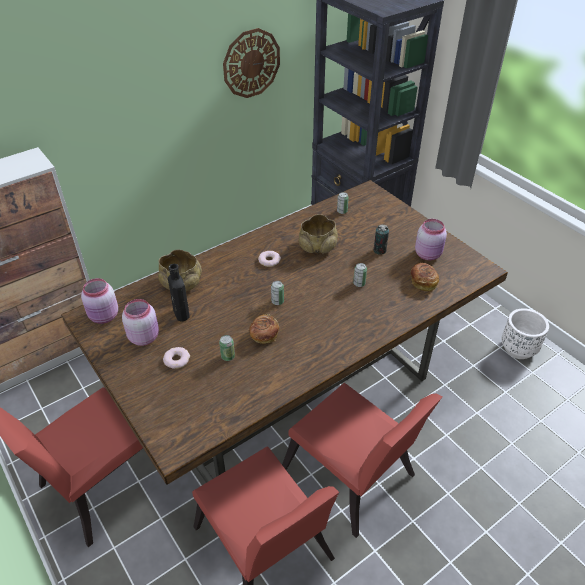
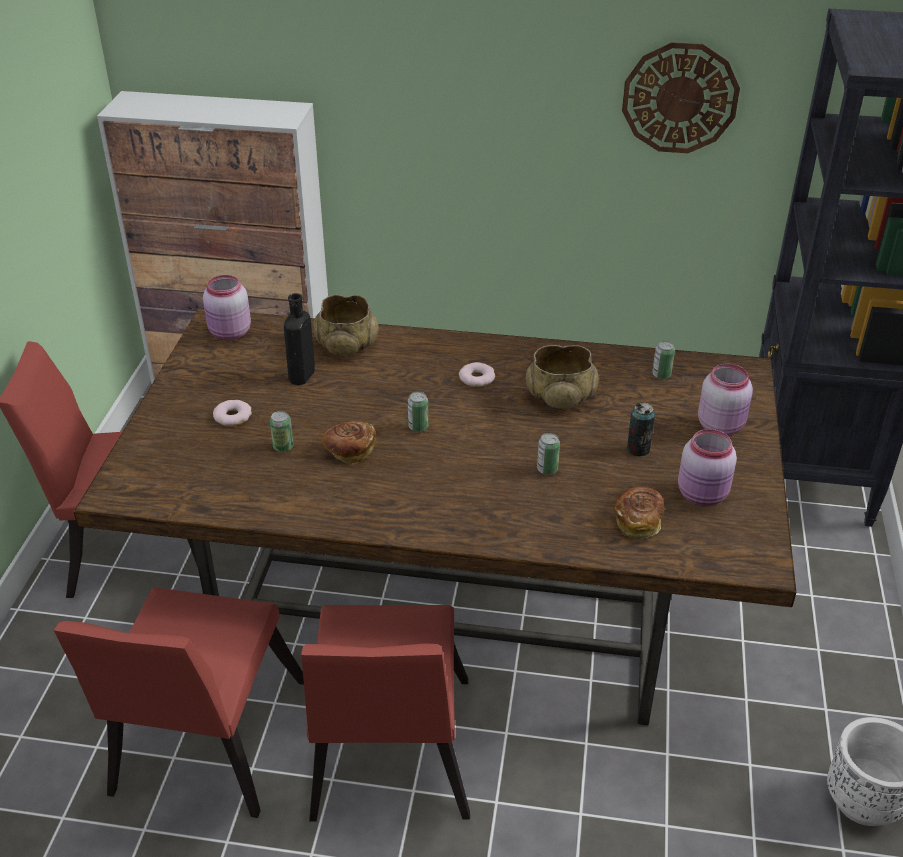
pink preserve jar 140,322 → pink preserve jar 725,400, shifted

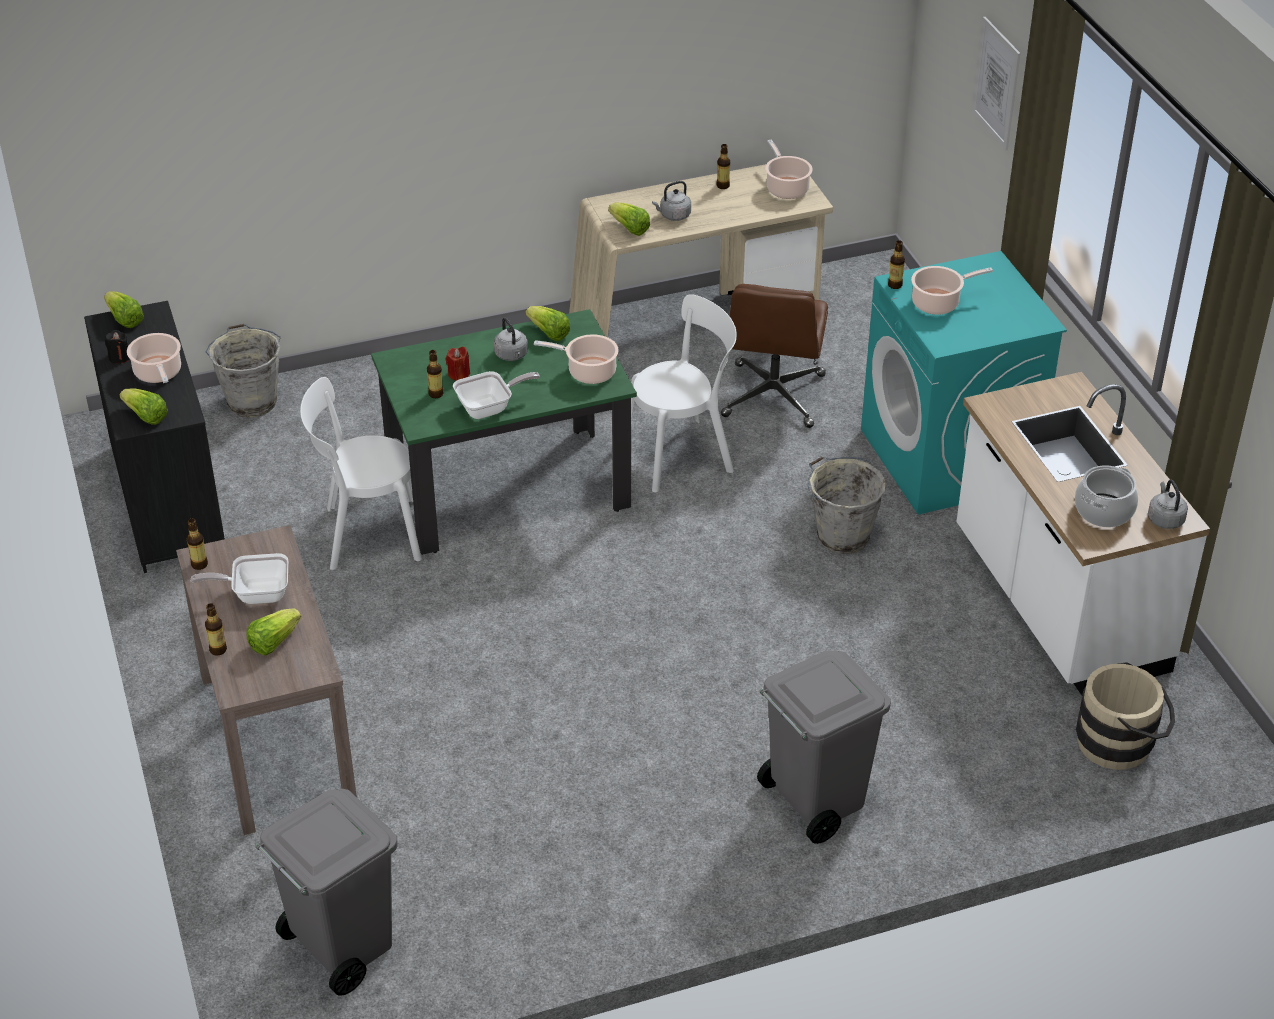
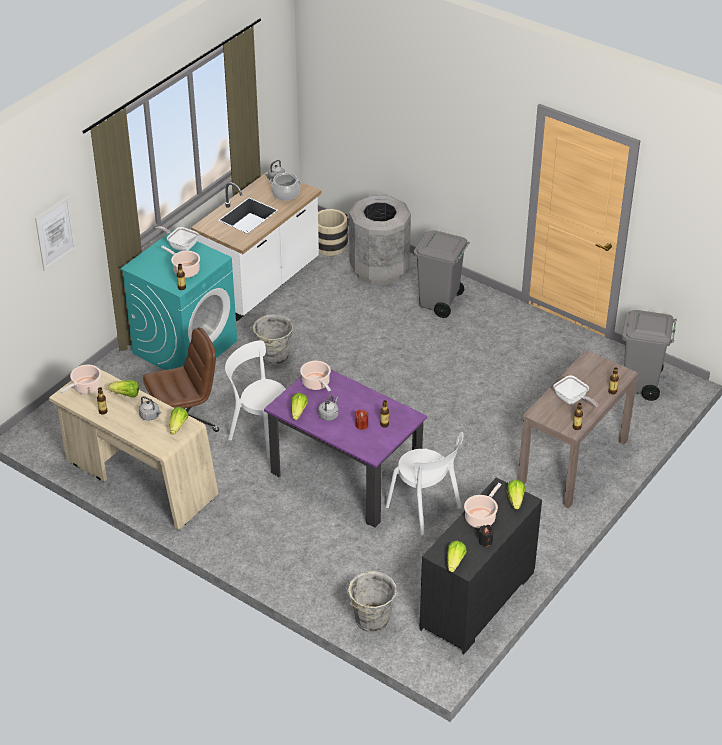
lettuce head 273,632 → lettuce head 123,388, shifted
frying pan 496,395 → frying pan 177,238, shifted
green dining table 504,432 → purplish dining table 345,449
- → greyish trash can 380,240

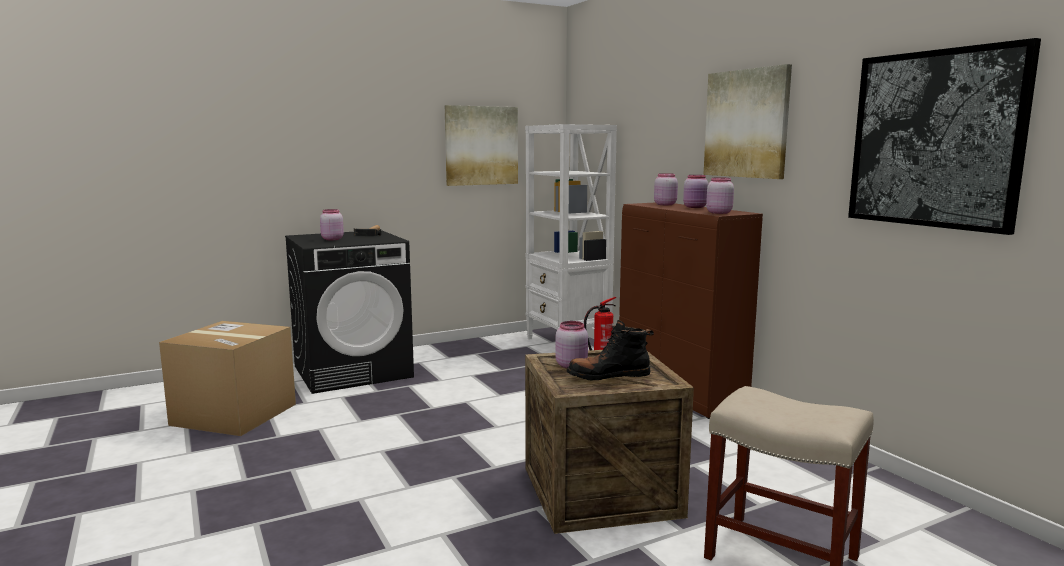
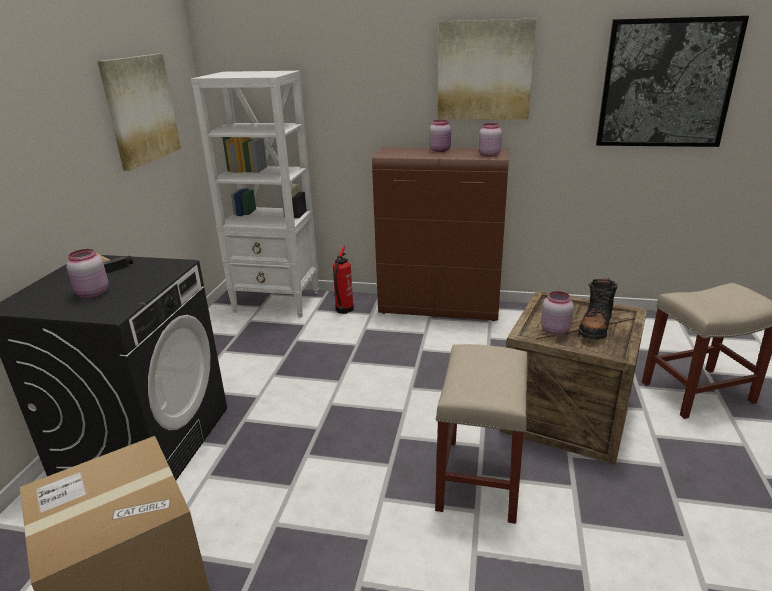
- → beige sitting stool 481,434
pink preserve jar 666,189 → -

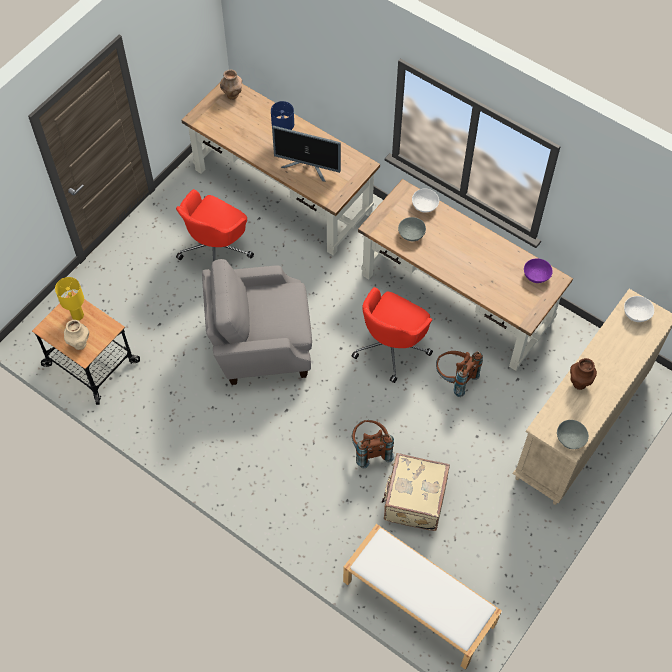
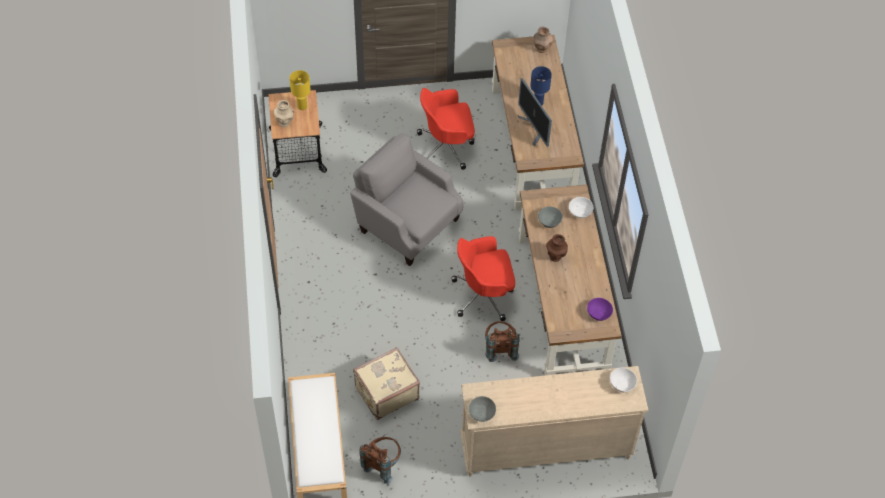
brown-coloured rucksack 373,444 → brown-coloured rucksack 380,460, shifted
brown-coloured vase 583,374 → brown-coloured vase 557,248, shifted

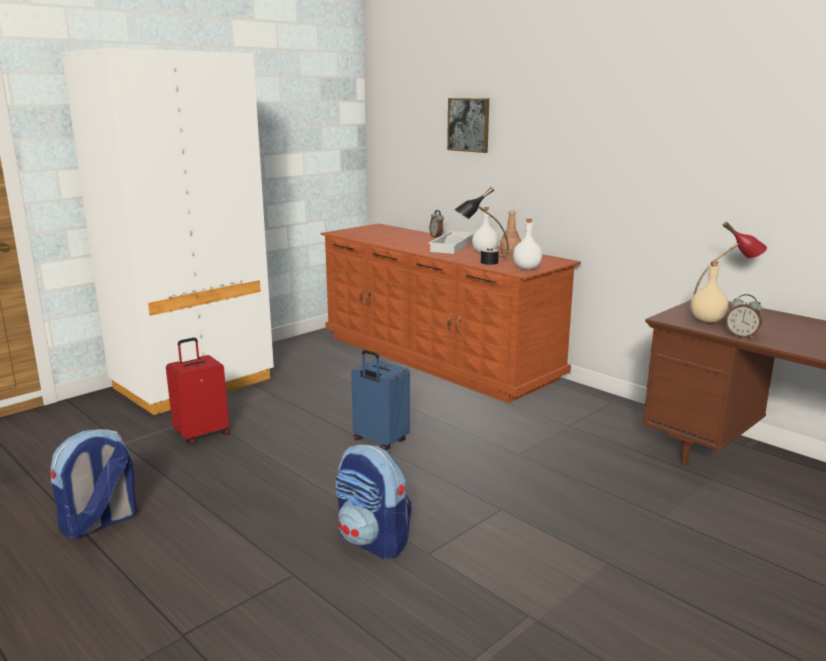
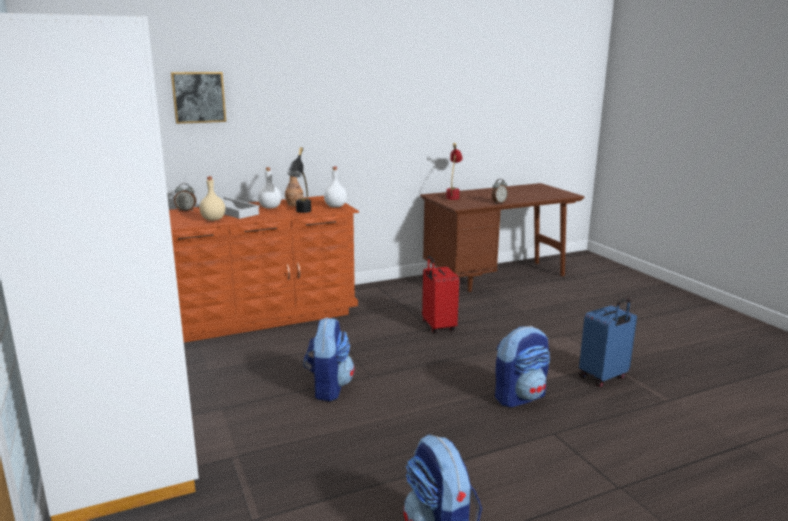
beige beverage bottle 709,292 → beige beverage bottle 212,198, shifted
- → rucksack 328,359
red-coloured travel case 198,391 → red-coloured travel case 440,294, shifted
blue travel case 380,400 → blue travel case 608,342, shifted

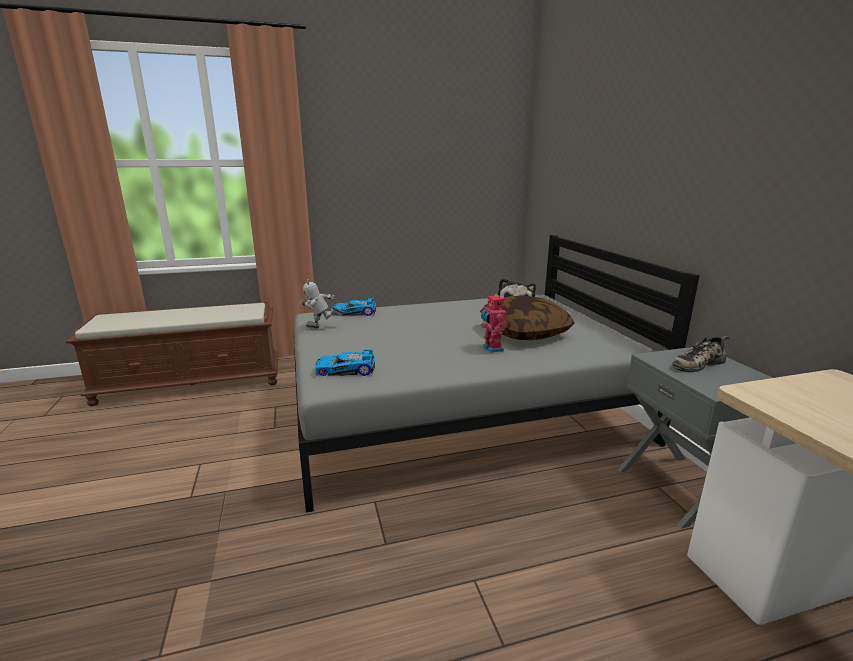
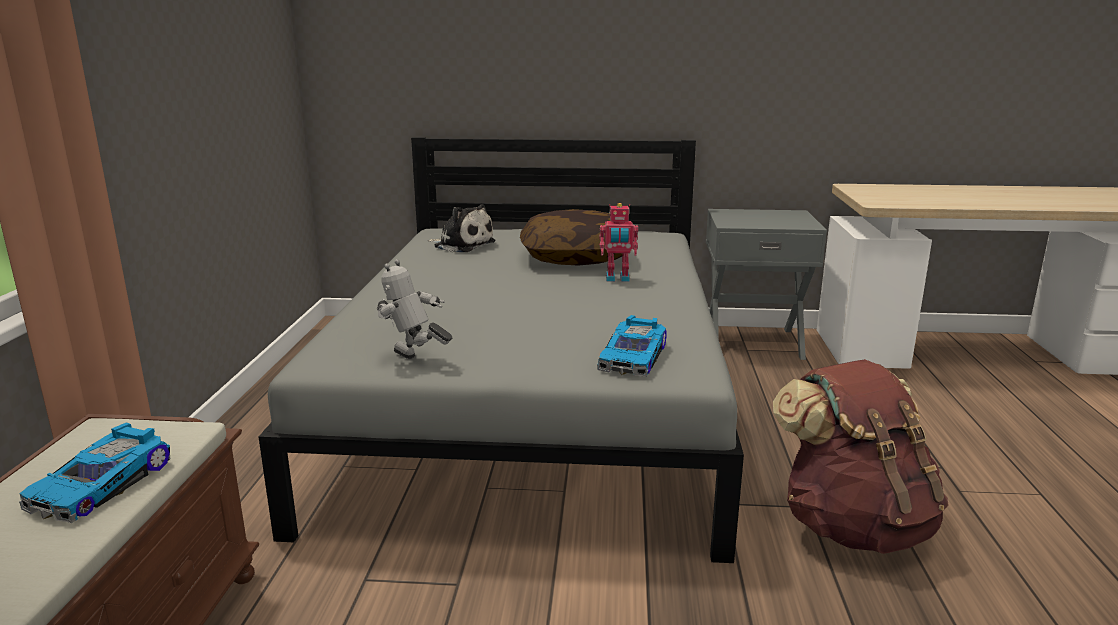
model car 354,307 → model car 95,473, shifted
toy robot 322,303 → toy robot 415,309, 105 degrees clockwise
- → brown-coloured rucksack 860,456
low shoe 700,354 → -

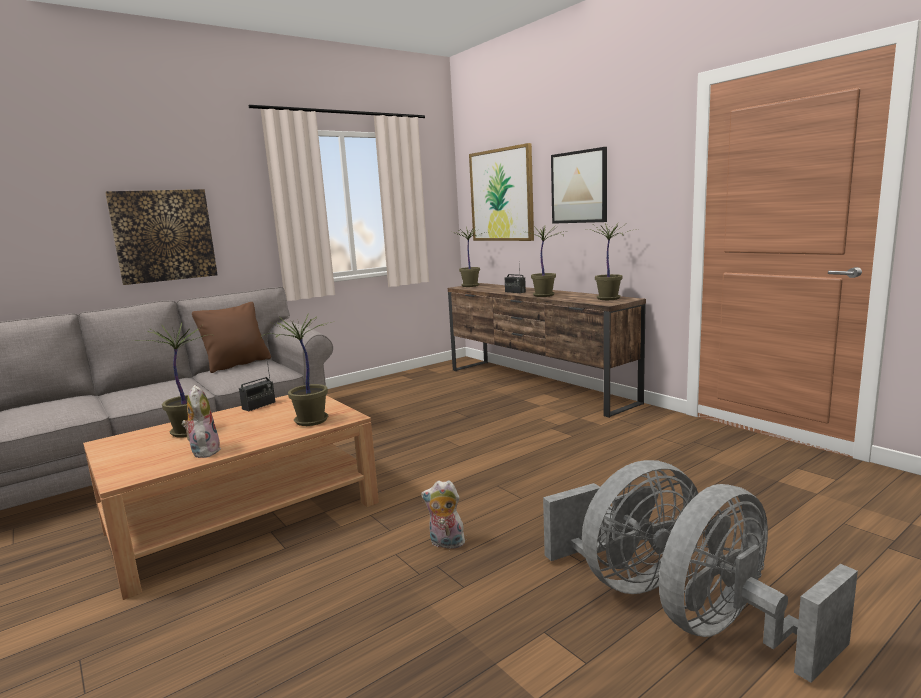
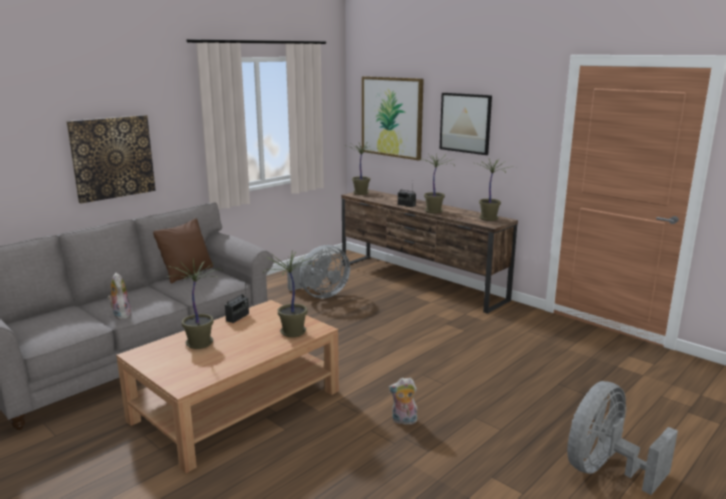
cuddly toy 201,421 → cuddly toy 120,296, shifted
greyish cooling fan 620,527 → greyish cooling fan 318,271, shifted

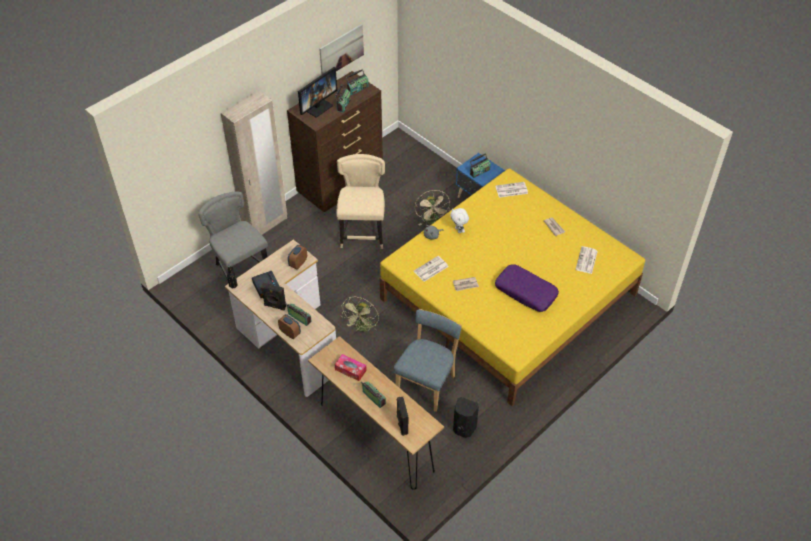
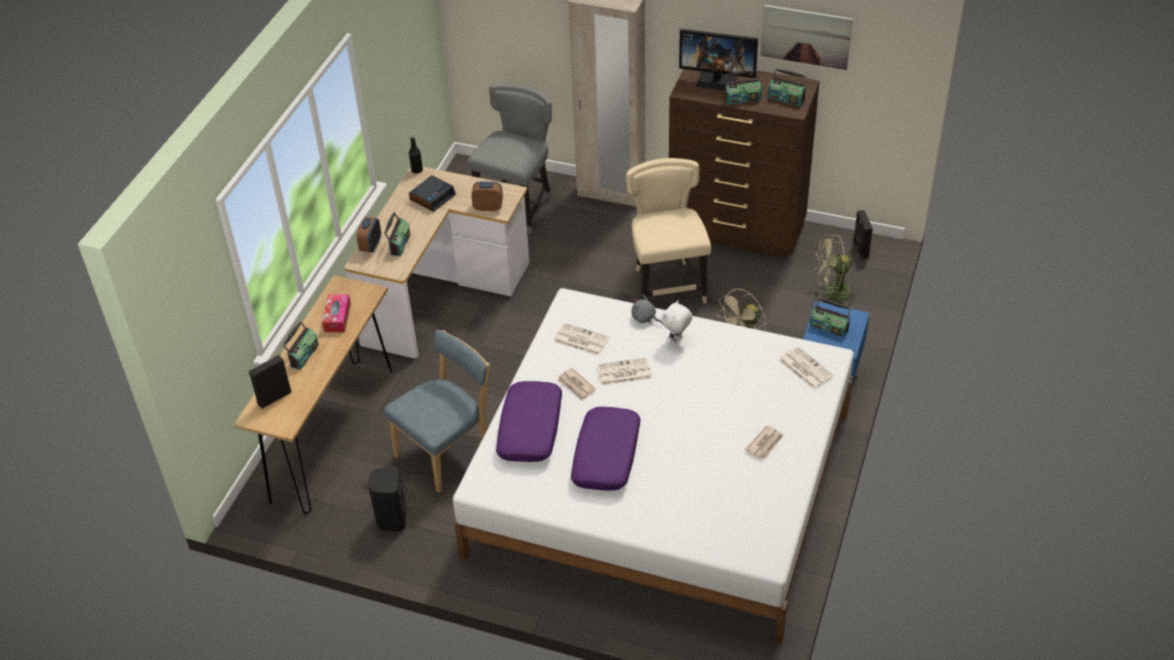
blue plain chair 428,360 → blue plain chair 437,411, 45 degrees counterclockwise
yellow-coloured bedroom bed 512,287 → white bedroom bed 653,466
- → purplish throw pillow 529,421
newspaper 586,260 → newspaper 624,372, shifted
beige plain chair 360,201 → beige plain chair 668,231, 75 degrees counterclockwise
green cooling fan 360,314 → green cooling fan 837,270, shifted
blackish speaker 273,297 → blackish speaker 863,234, shifted

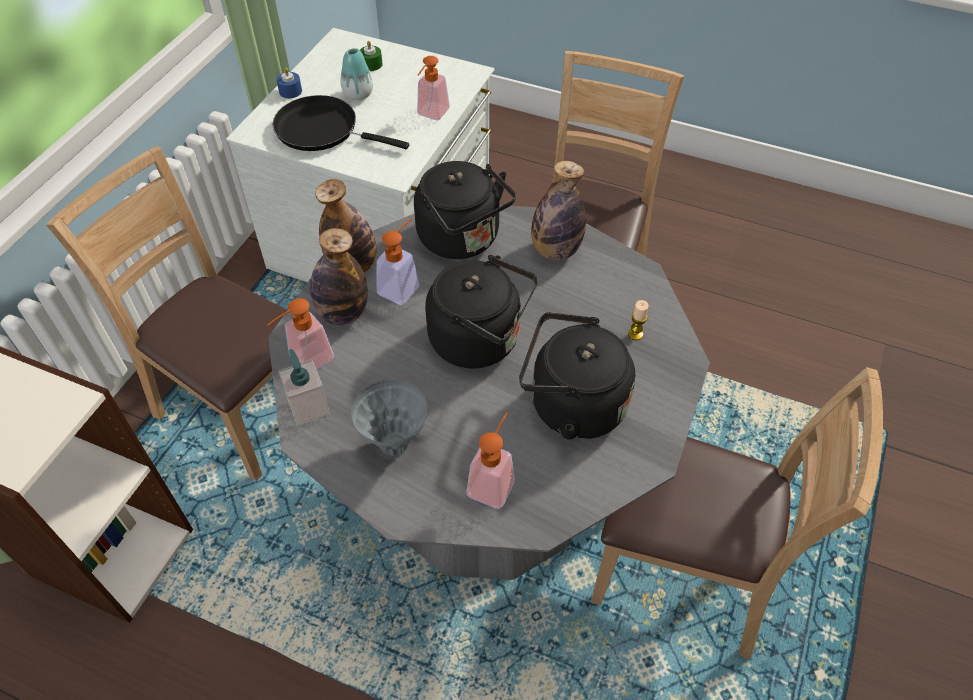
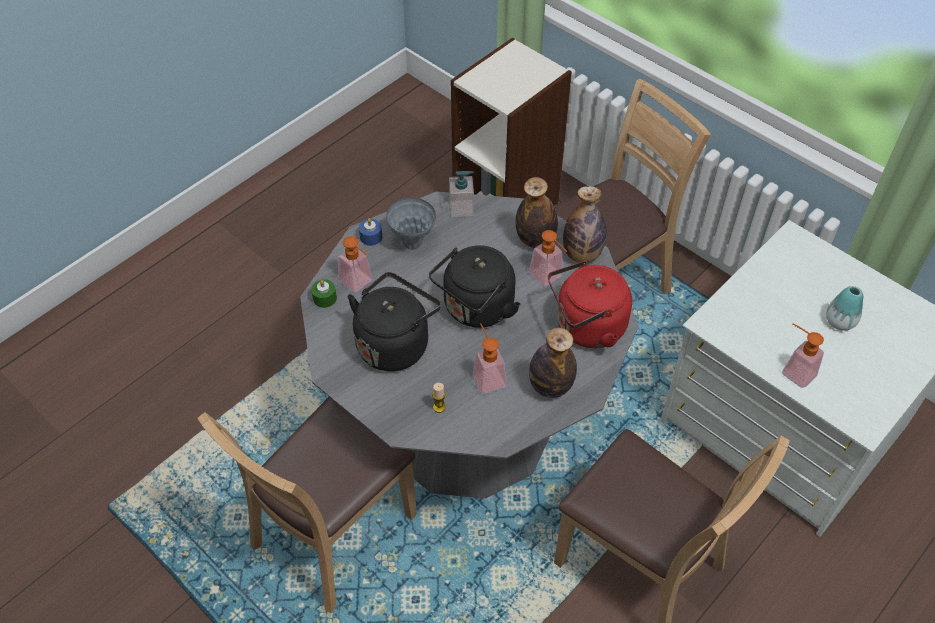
green wax candle 371,56 → green wax candle 324,293, shifted
blue wax candle 289,83 → blue wax candle 370,232, shifted
liquid soap bottle 300,334 → liquid soap bottle 490,358, shifted
blackish kettle 465,210 → red-coloured kettle 590,304
blackish frying pan 341,123 → -

